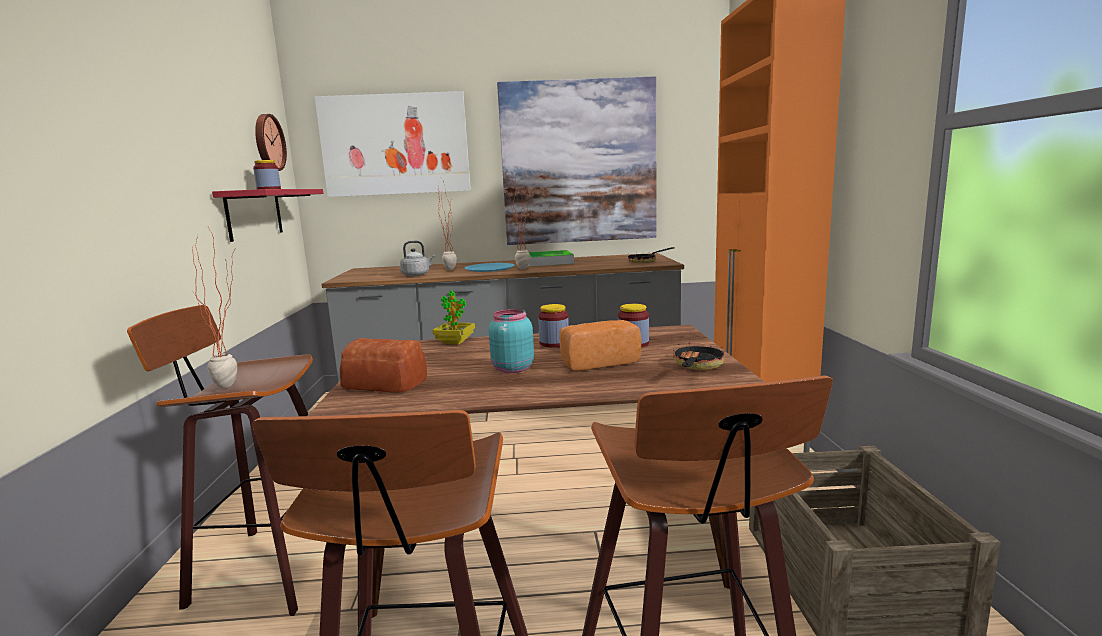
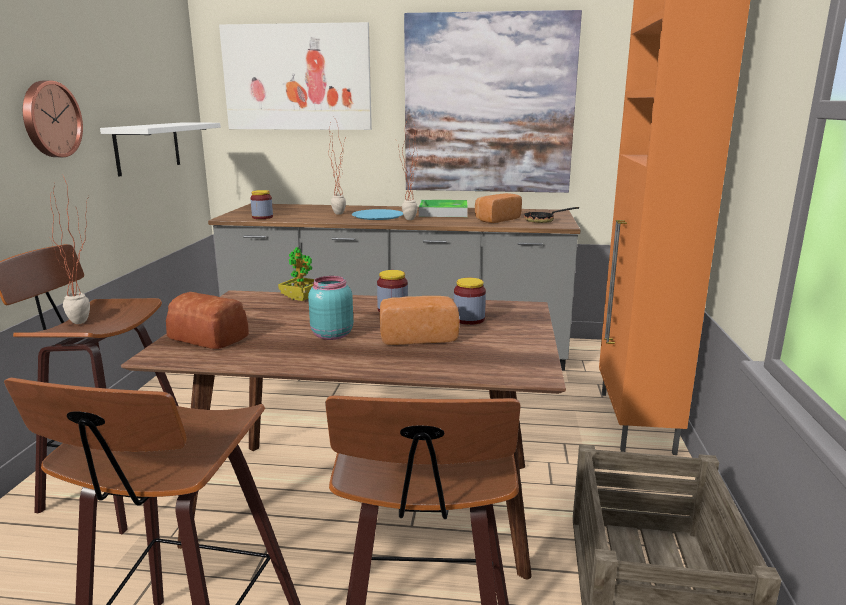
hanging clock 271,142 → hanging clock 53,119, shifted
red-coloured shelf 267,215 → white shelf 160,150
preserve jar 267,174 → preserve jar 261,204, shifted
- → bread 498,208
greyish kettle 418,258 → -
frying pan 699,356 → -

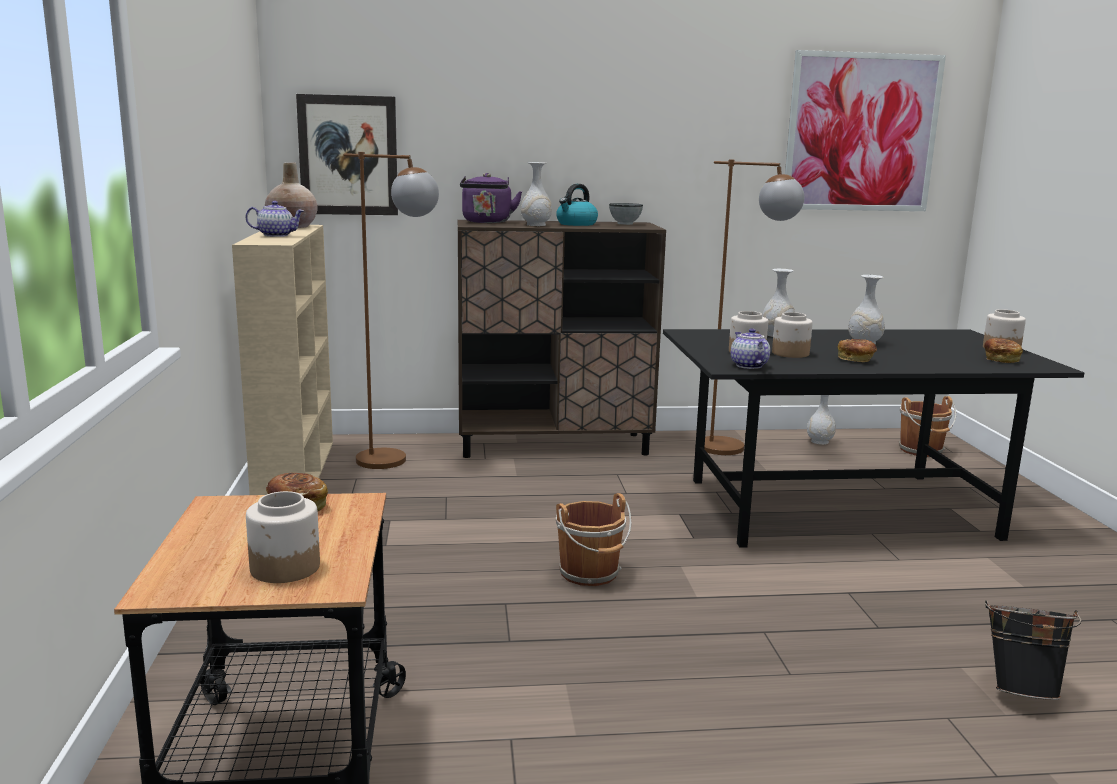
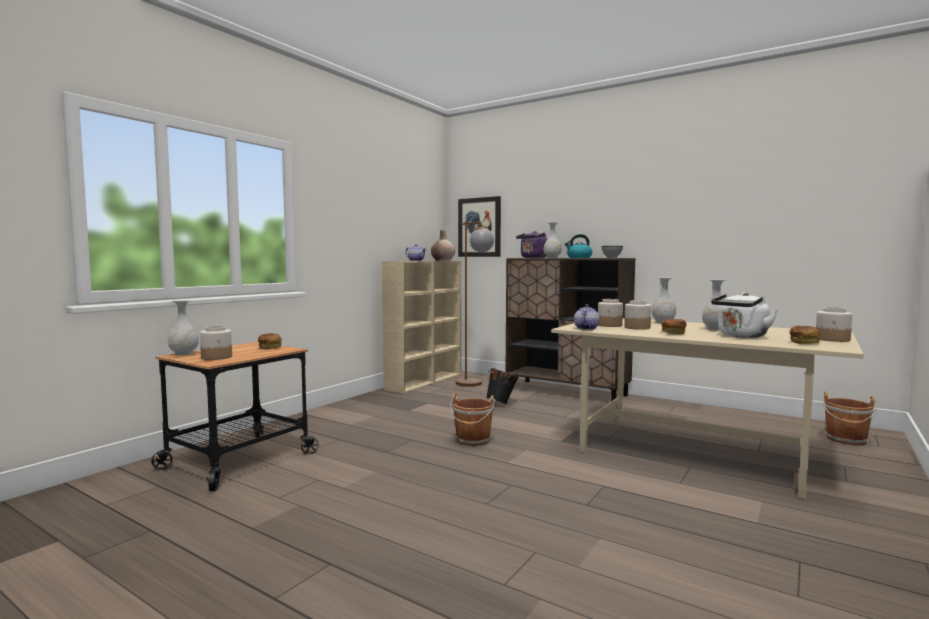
white vase 821,420 → white vase 183,328, shifted
blackish pail 1033,650 → blackish pail 502,386, shifted
blackish dining table 873,438 → beige dining table 707,408
- → white kettle 744,315
brown-coloured standard lamp 754,307 → -
wall art 865,130 → -

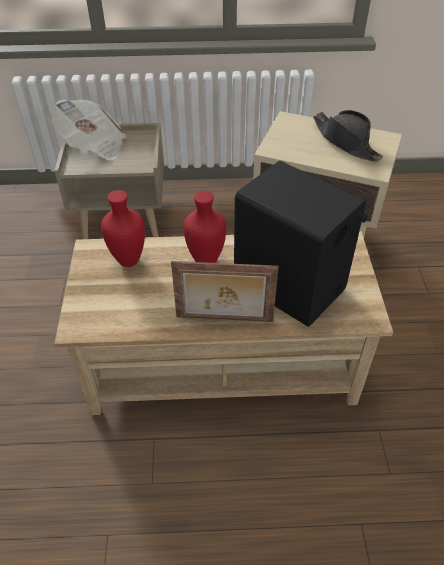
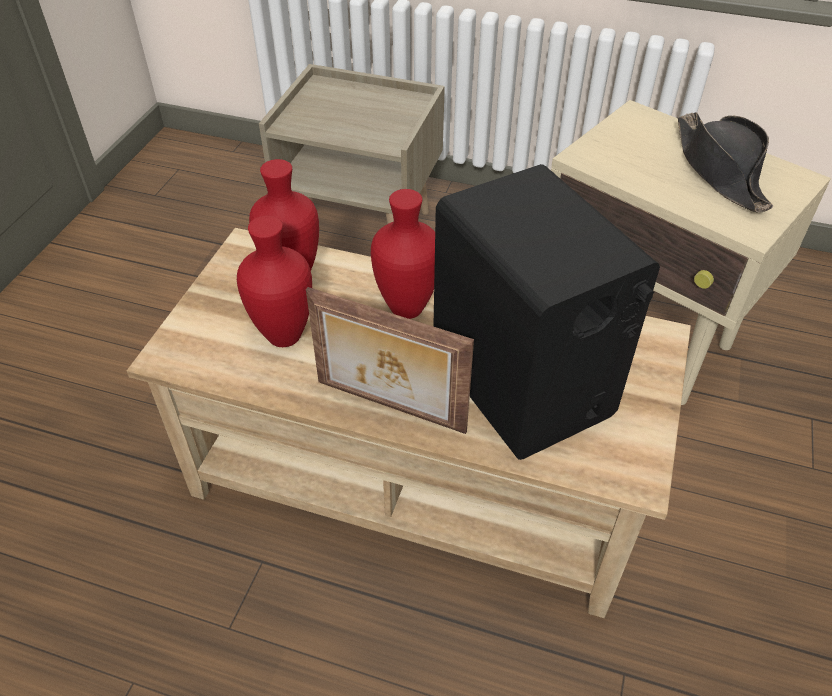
- → red-coloured vase 274,281
newspaper 88,129 → -

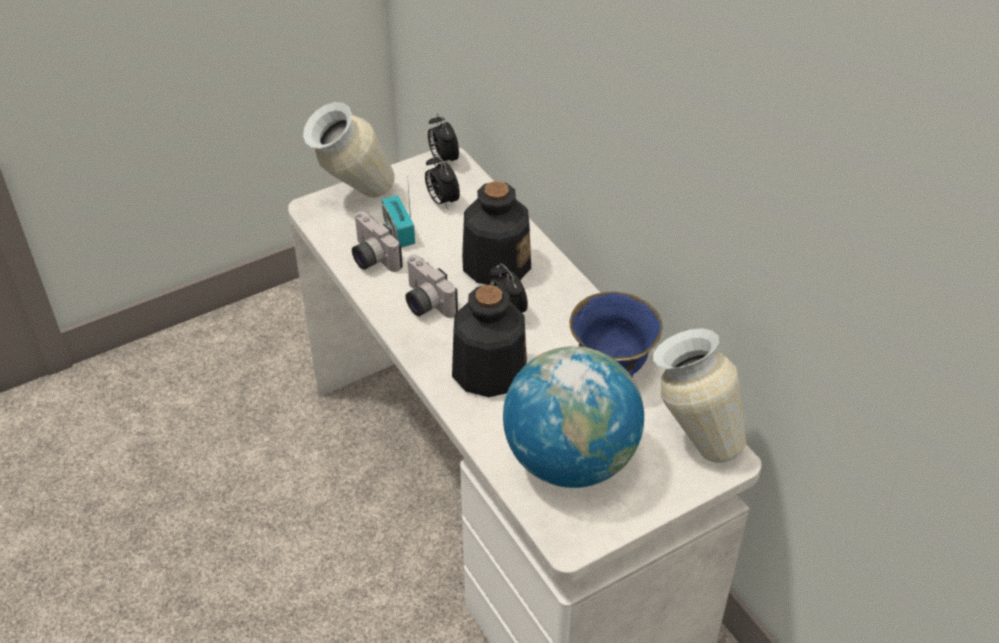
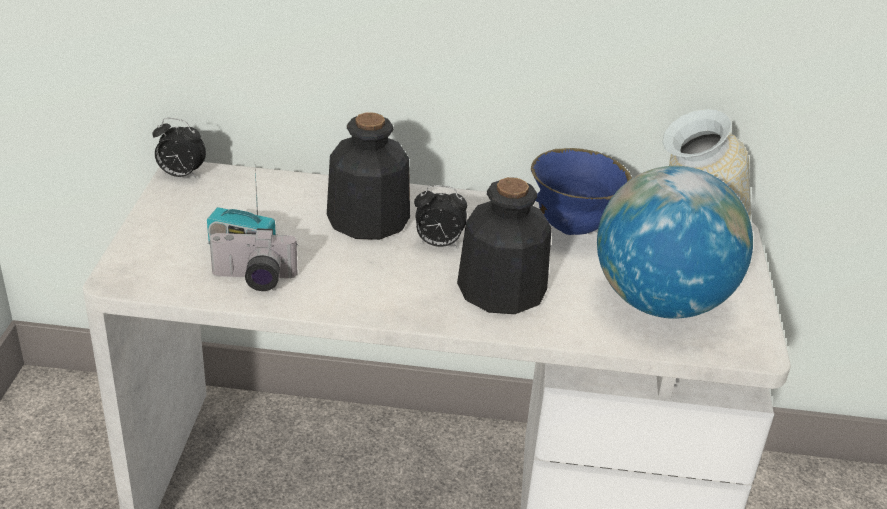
vase 349,150 → -
photo camera 432,286 → -
table clock 442,182 → -

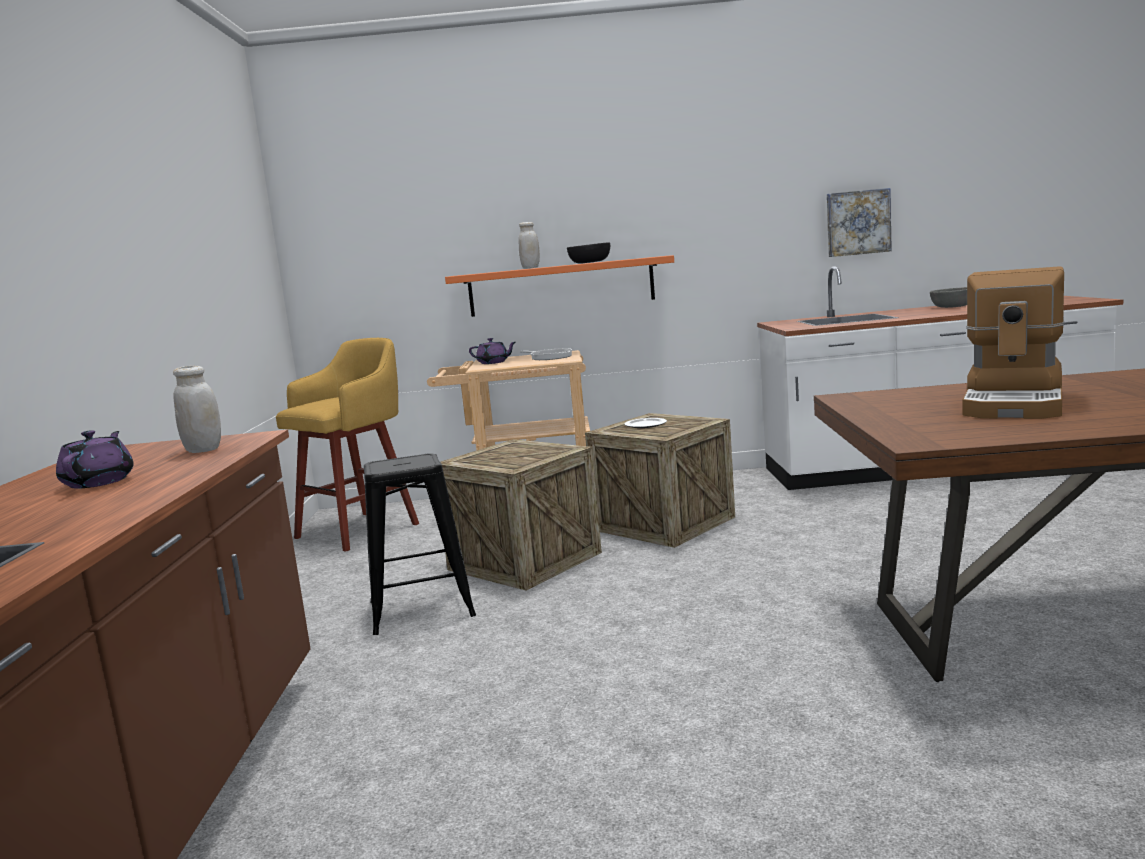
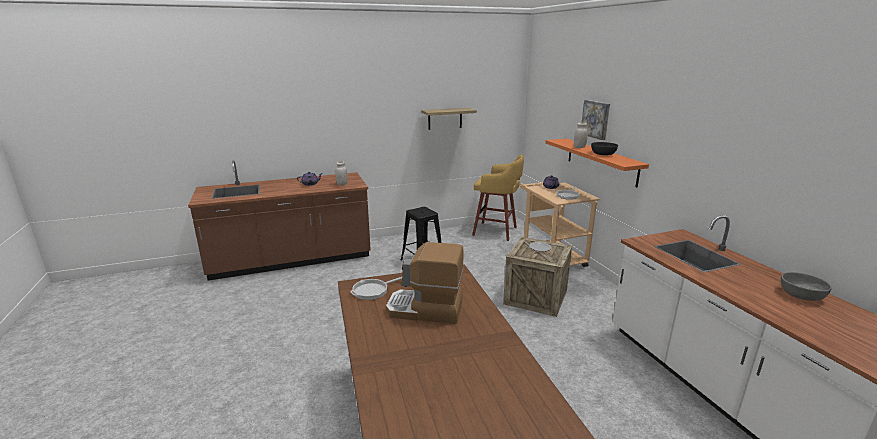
- → frying pan 376,288
- → shelf 449,119
wall art 859,222 → wall art 596,120, shifted
shipping crate 521,515 → -

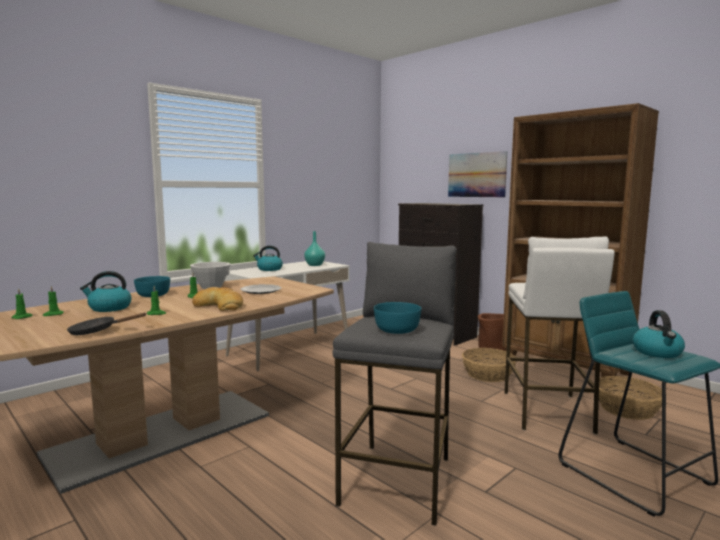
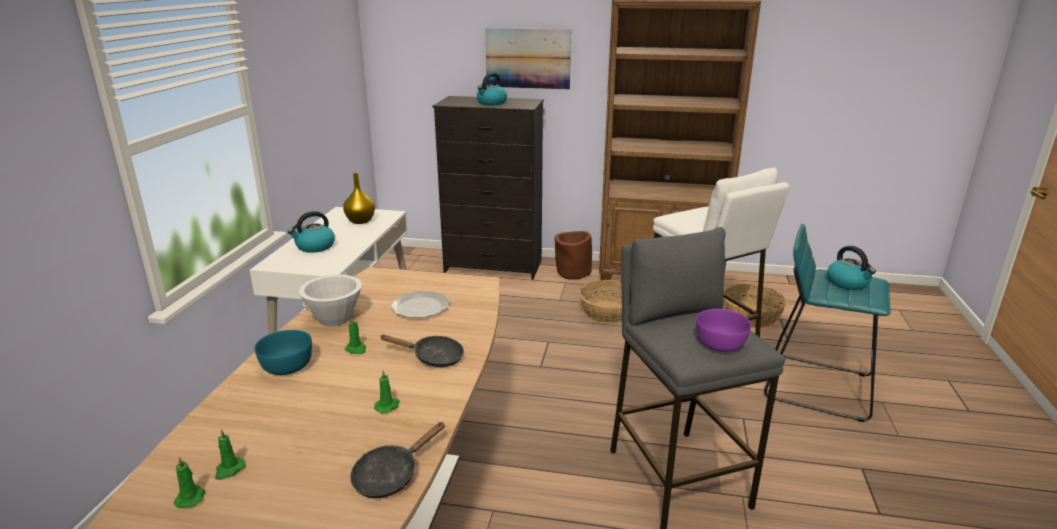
turquoise vase 314,248 → yellow-coloured vase 359,198
bread 217,299 → blackish frying pan 422,351
kettle 105,291 → kettle 492,89, shifted
turquoise bowl 397,318 → purplish bowl 723,330

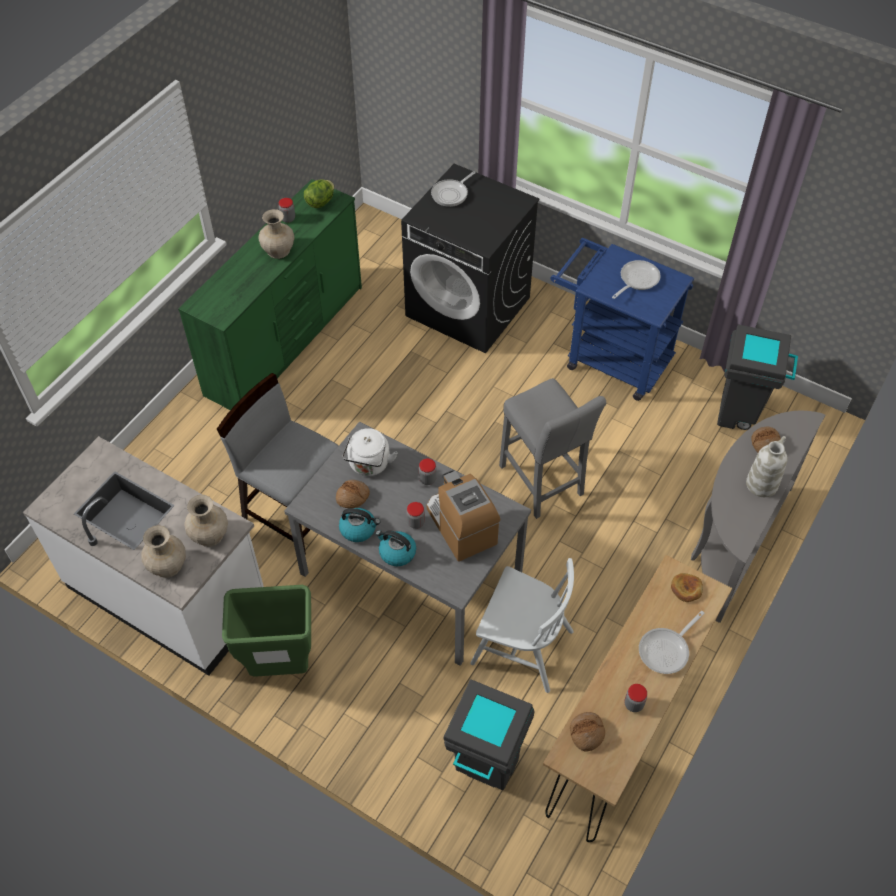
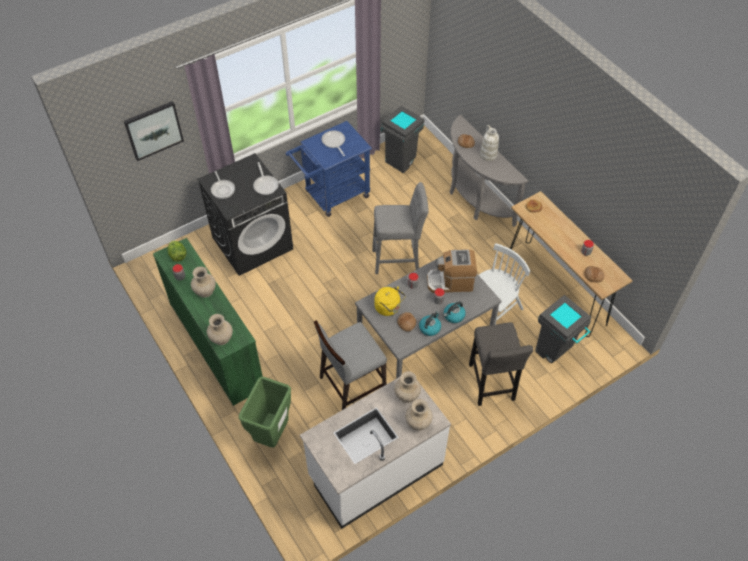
- → wall art 154,131
- → beige vase 220,329
green trash can 266,631 → green trash can 265,412, shifted
frying pan 672,642 → frying pan 266,178, shifted
white kettle 370,452 → yellow-coloured kettle 390,301
- → greyish sitting stool 501,364

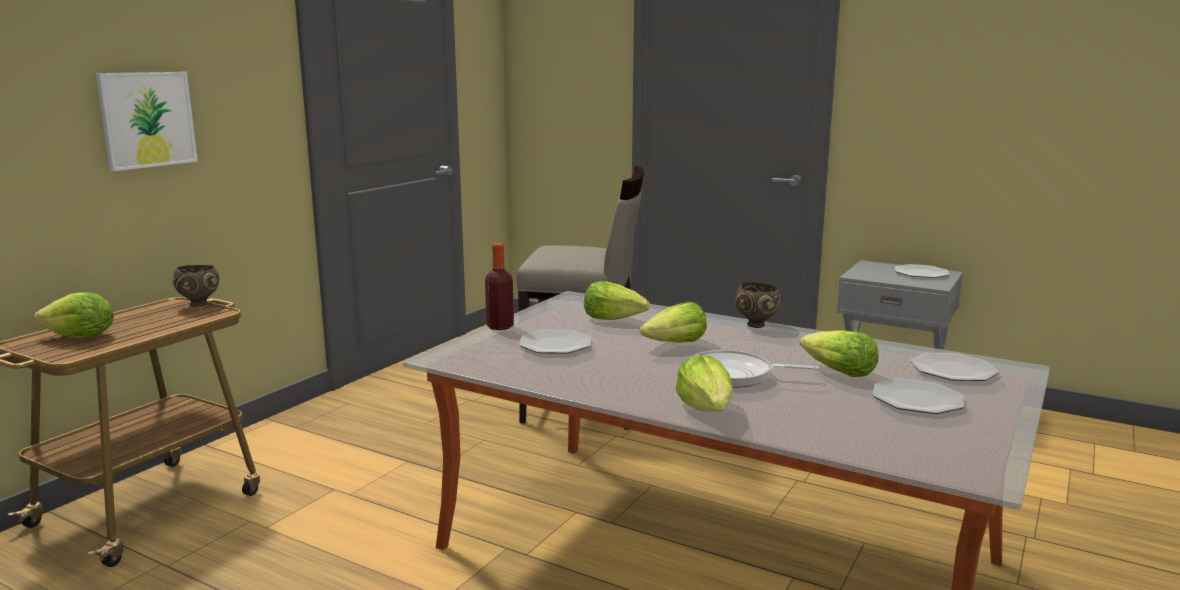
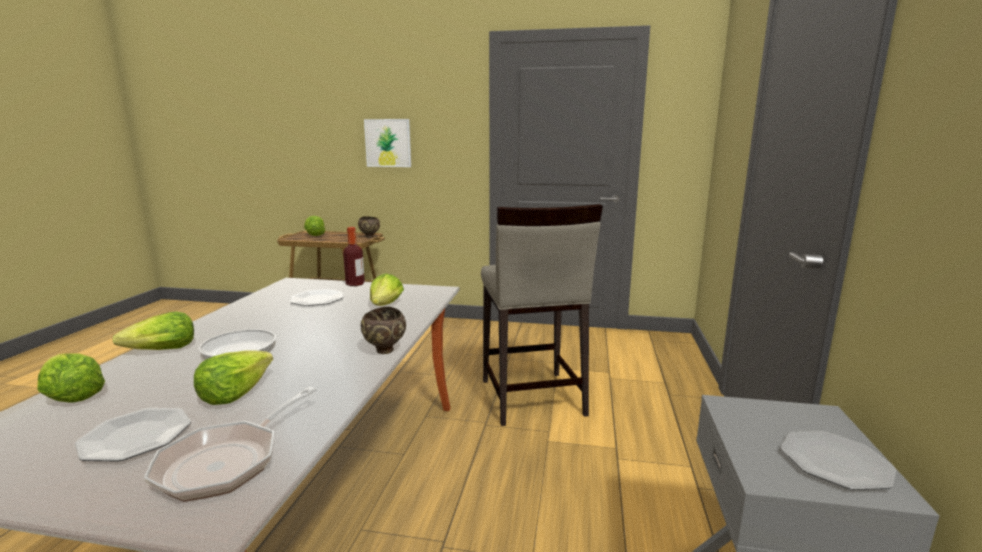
lettuce head 673,322 → lettuce head 71,378, shifted
plate 954,367 → frying pan 230,444

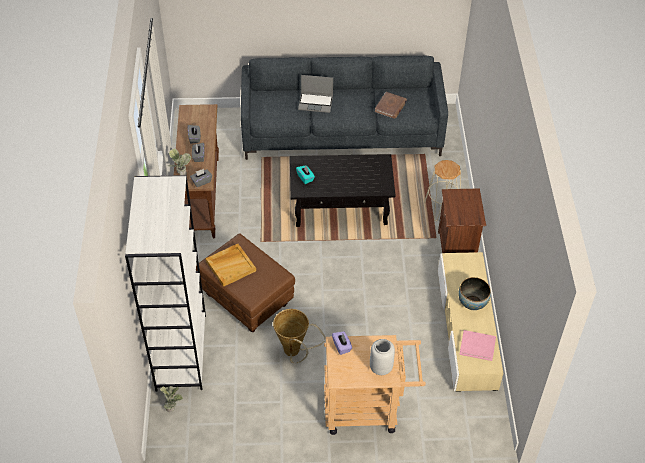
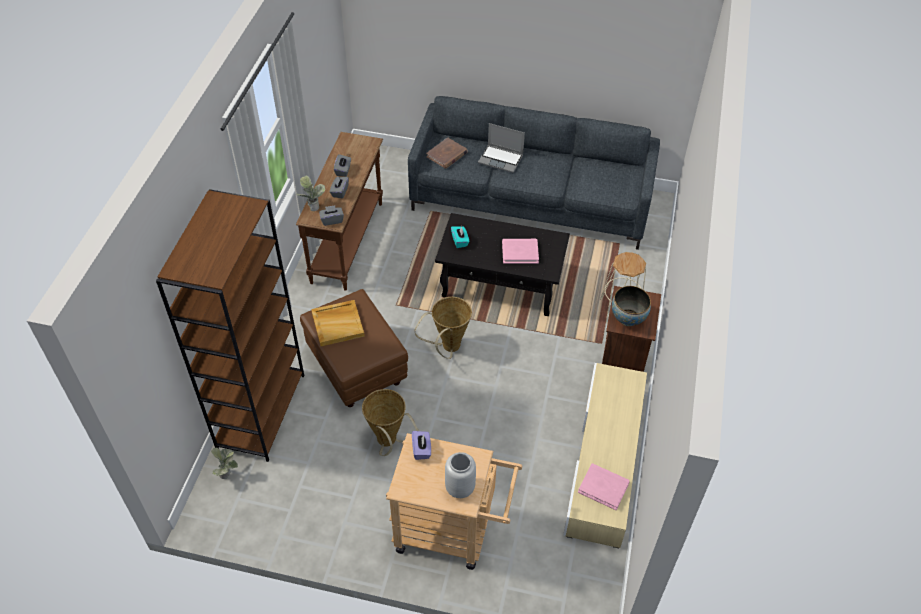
white bookcase 165,283 → brown-coloured bookcase 230,325
- → household basket 443,328
brown-coloured book 391,105 → brown-coloured book 447,153, shifted
- → pink book 520,251
bowl 474,293 → bowl 631,306, shifted

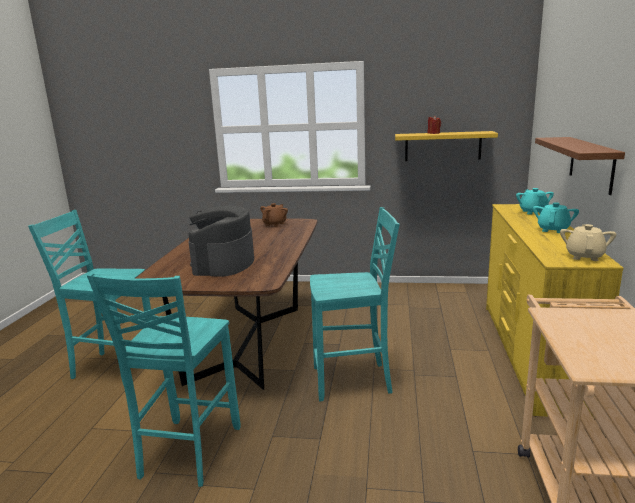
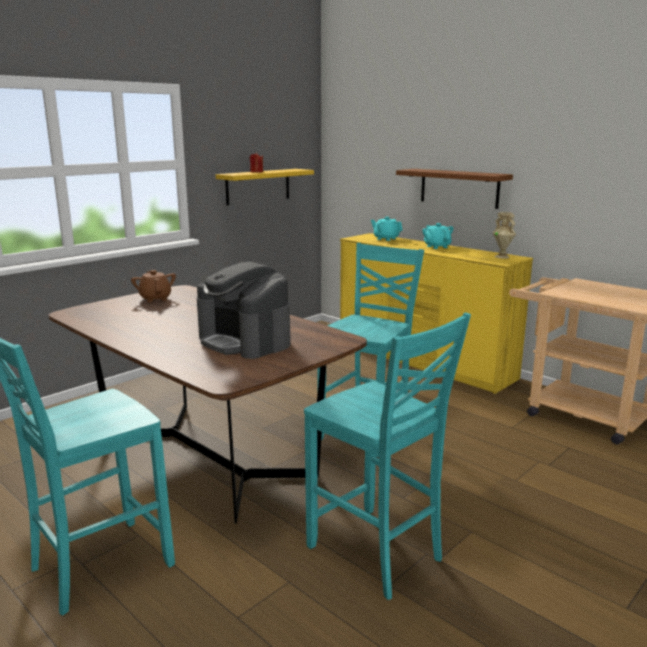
beige pot for tea 588,242 → beige vase 504,235

